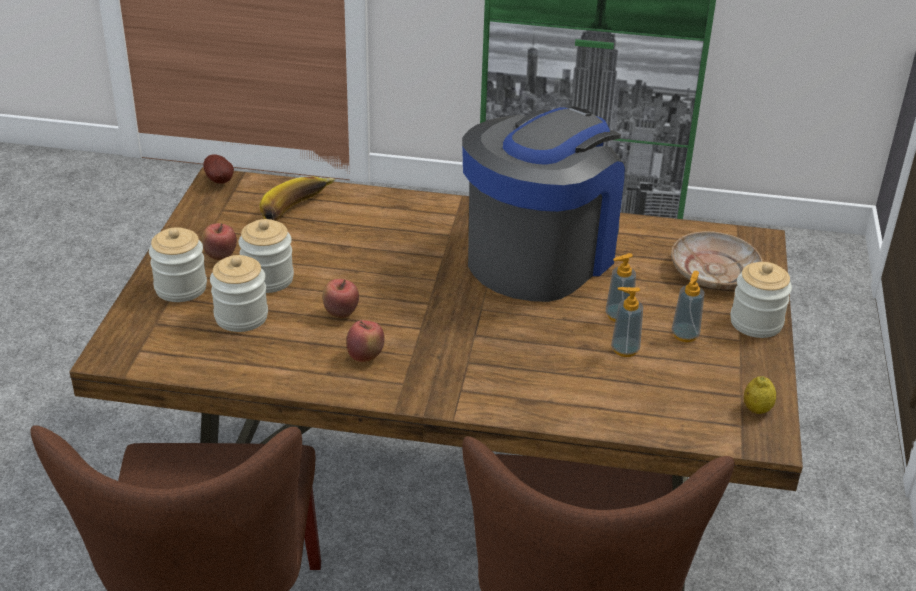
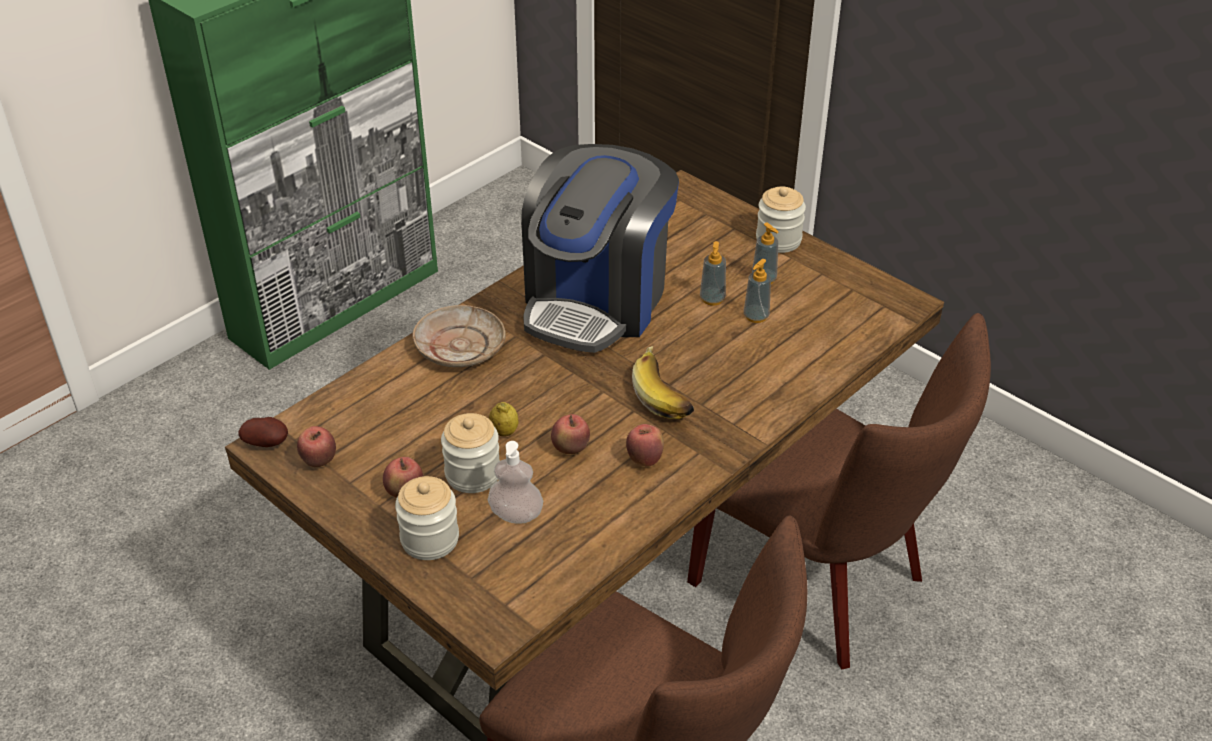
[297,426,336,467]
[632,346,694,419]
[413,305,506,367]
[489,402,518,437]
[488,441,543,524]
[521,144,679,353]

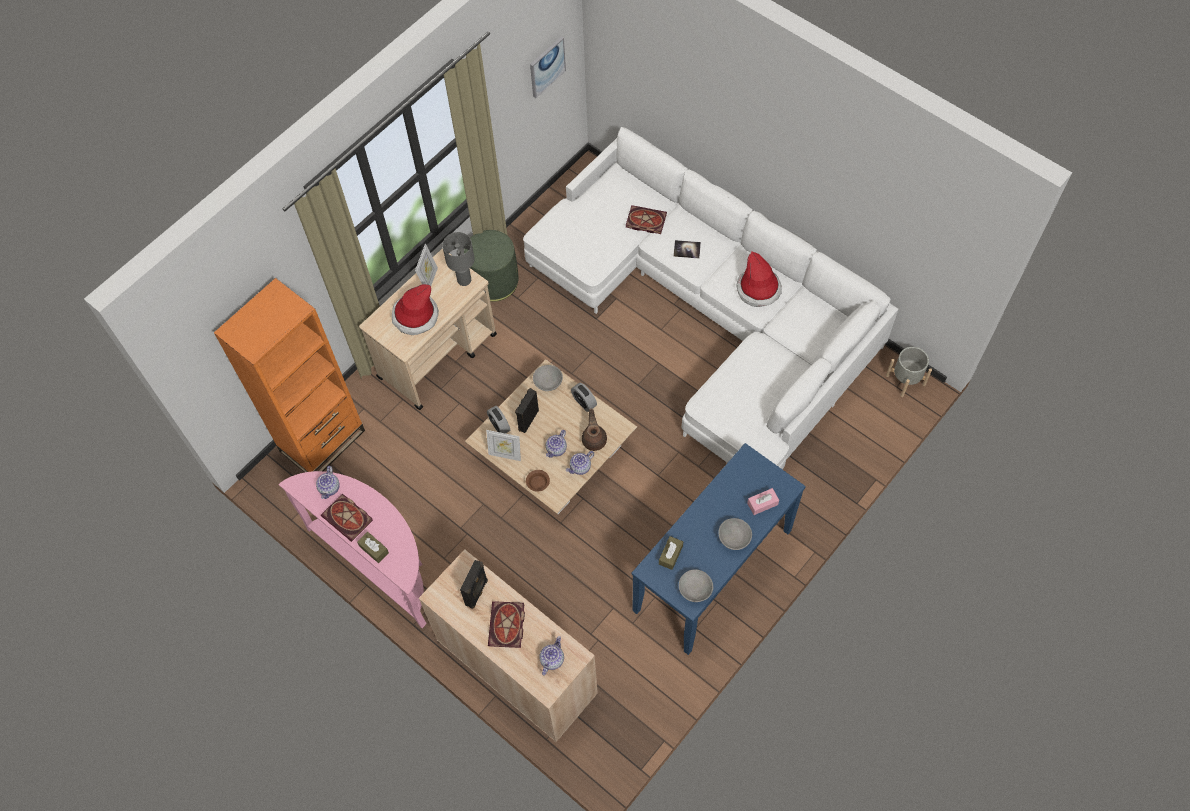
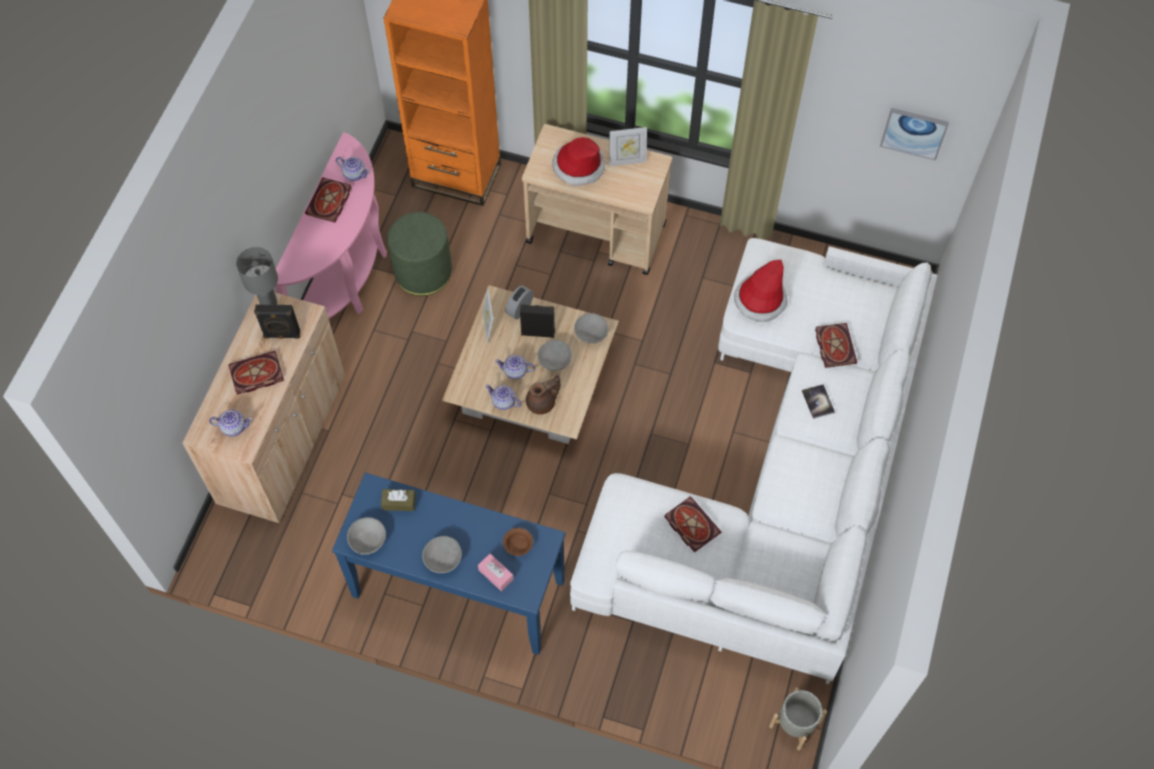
[357,532,389,563] (first image)
[571,382,597,412] (first image)
[537,340,572,371]
[665,496,721,553]
[236,247,278,305]
[388,212,452,296]
[503,528,533,556]
[734,260,788,322]
[336,157,370,181]

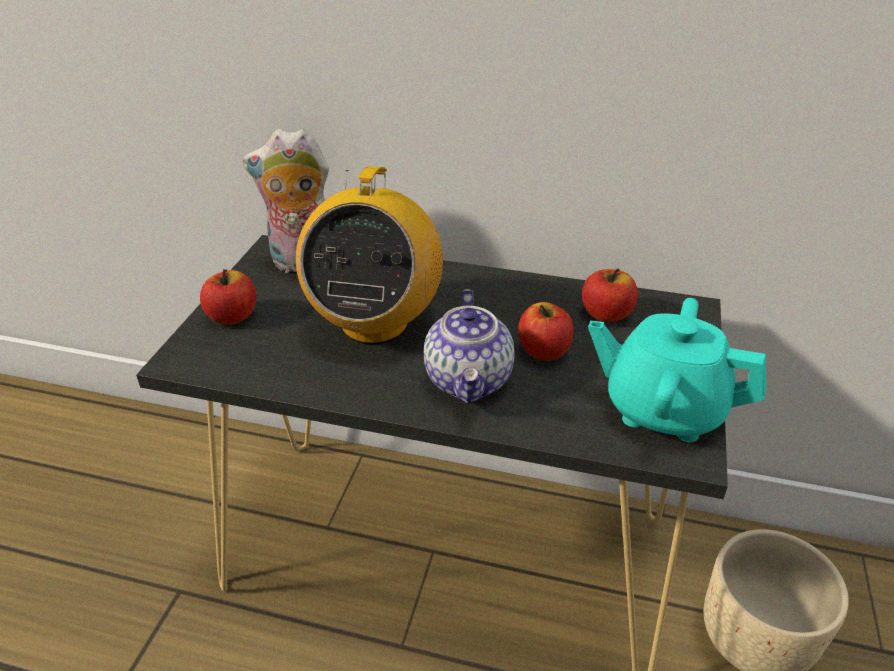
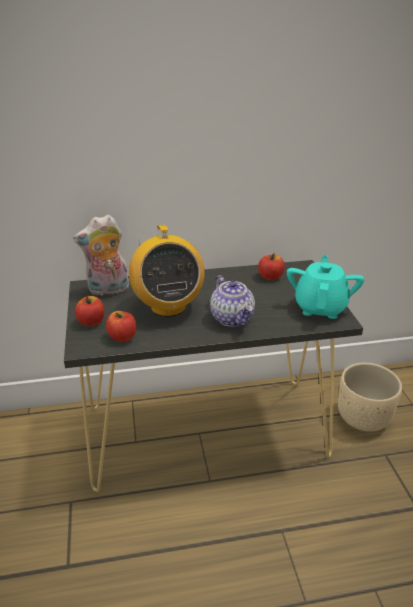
[106,311,136,342]
[287,255,364,319]

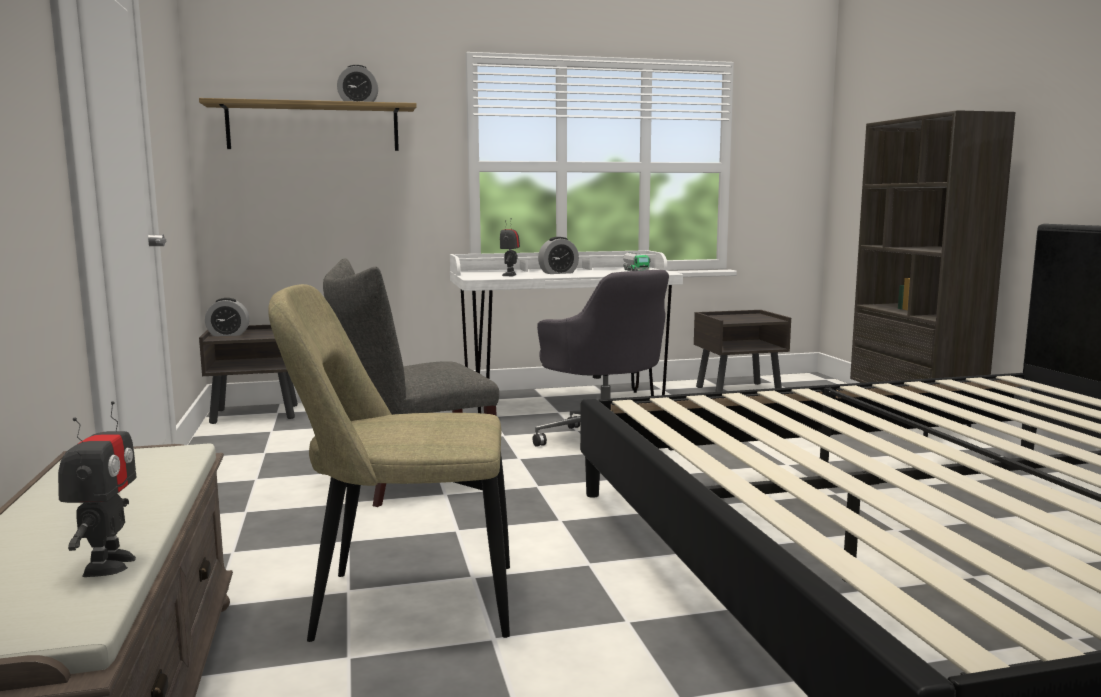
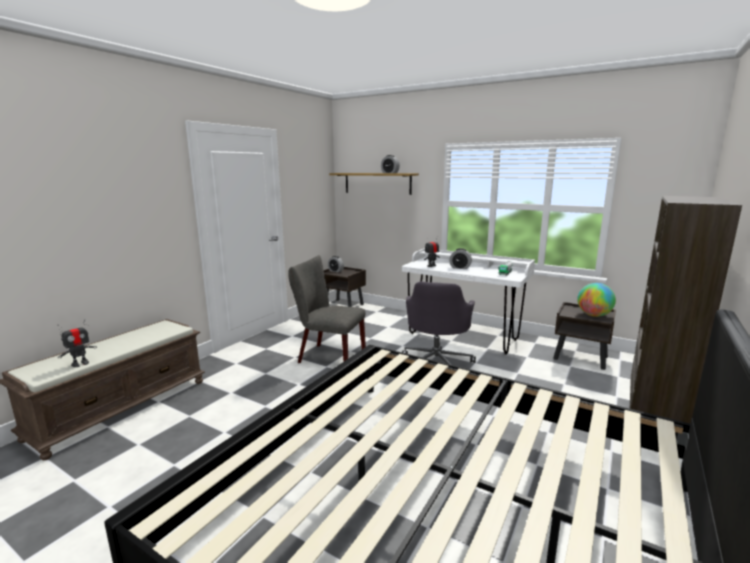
[268,284,510,642] (first image)
[577,283,616,317]

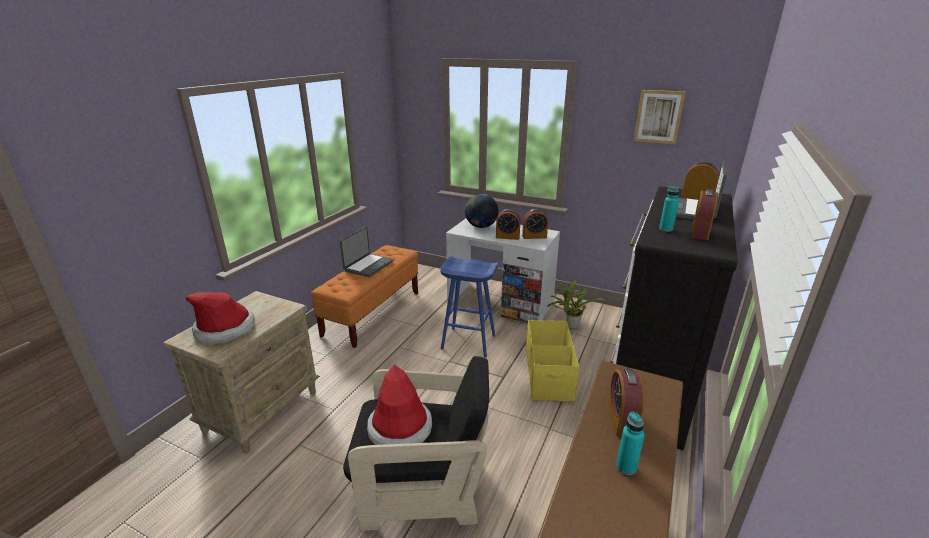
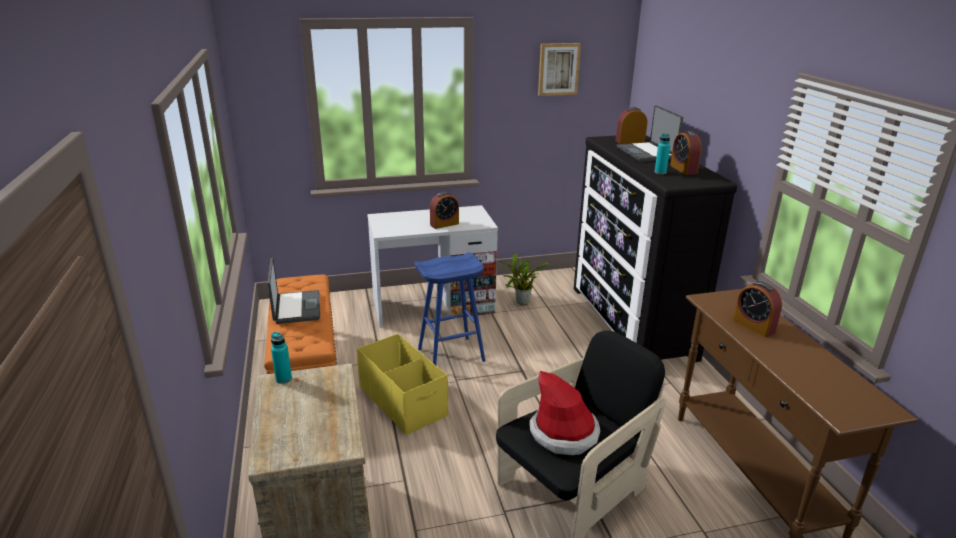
[186,292,255,344] (first image)
[465,194,499,228] (first image)
[522,209,548,239] (first image)
[357,334,448,435]
[271,332,292,384]

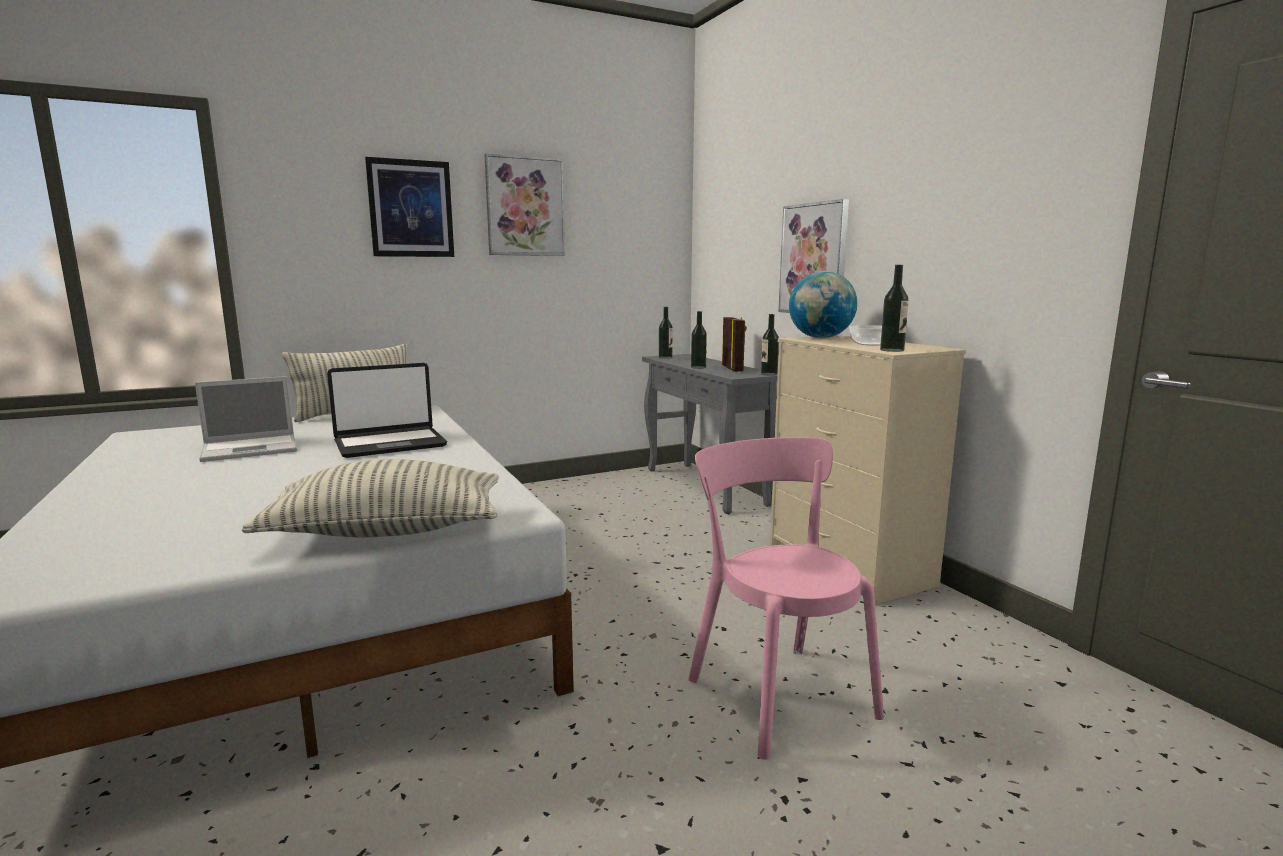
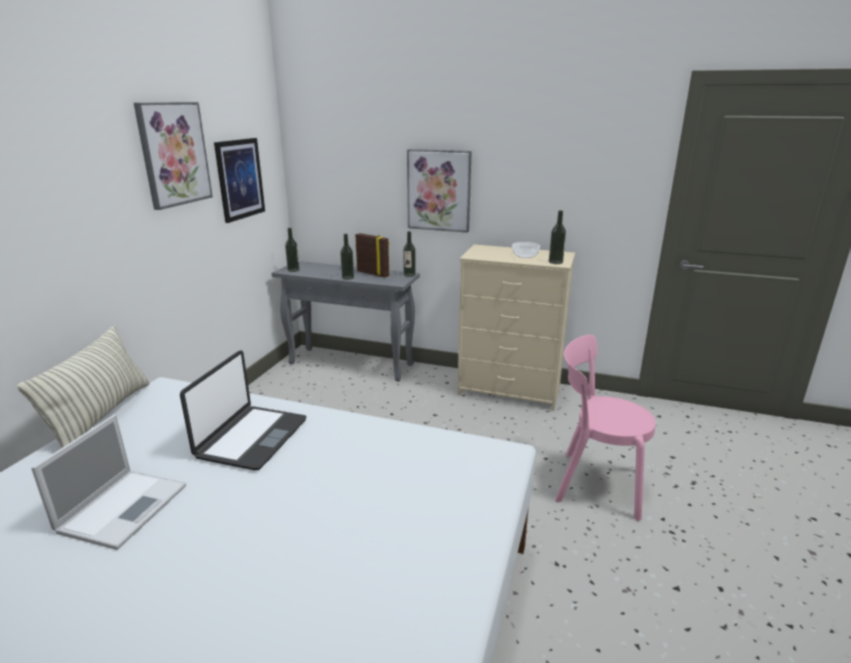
[242,459,499,537] (first image)
[789,271,857,338] (first image)
[214,138,265,223]

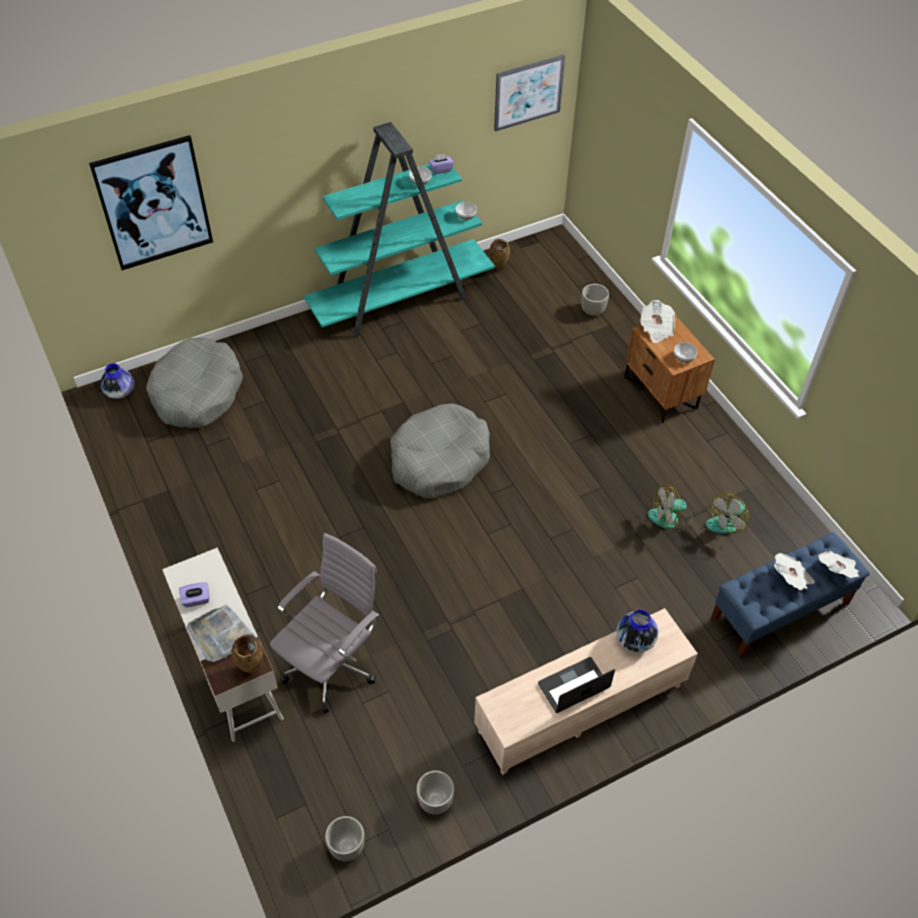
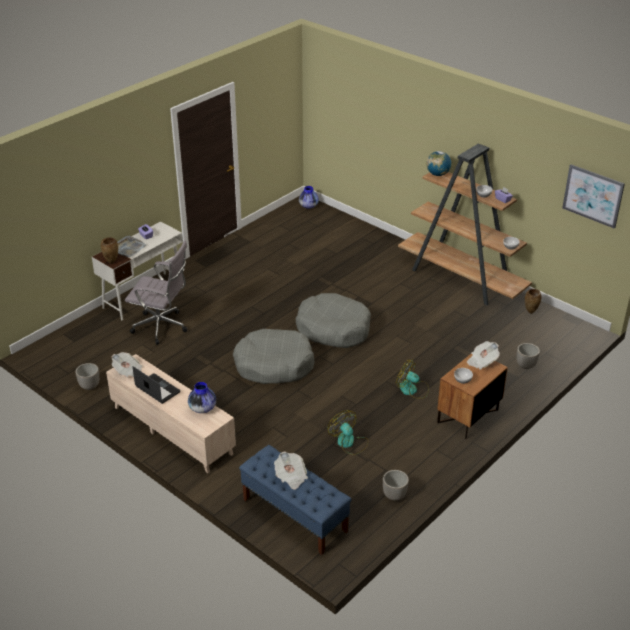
[89,135,213,270] (first image)
[426,151,451,176]
[233,329,315,384]
[383,470,409,500]
[396,360,429,399]
[112,352,142,377]
[398,144,532,306]

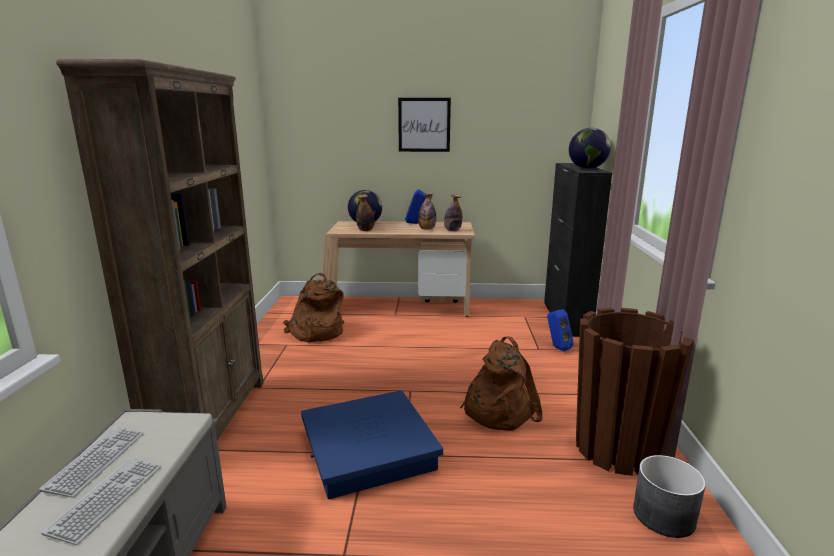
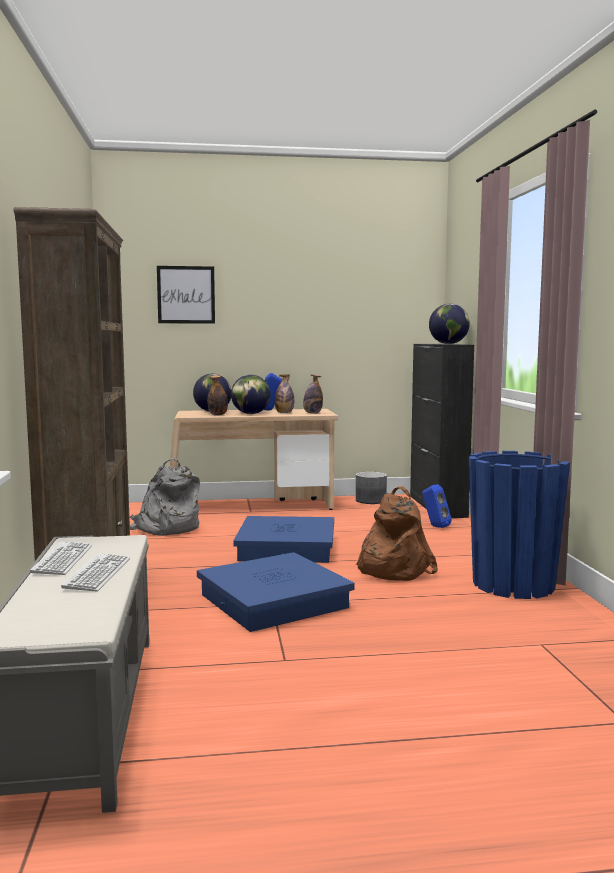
[231,375,271,414]
[233,516,334,563]
[157,266,215,324]
[356,472,387,504]
[130,458,200,536]
[469,451,570,599]

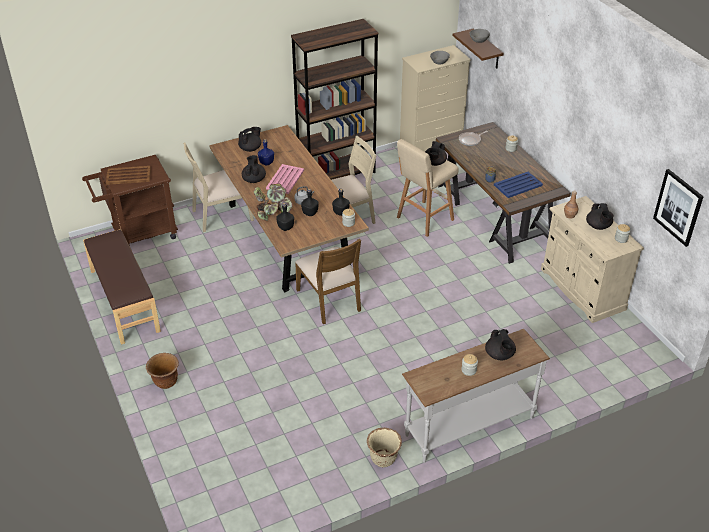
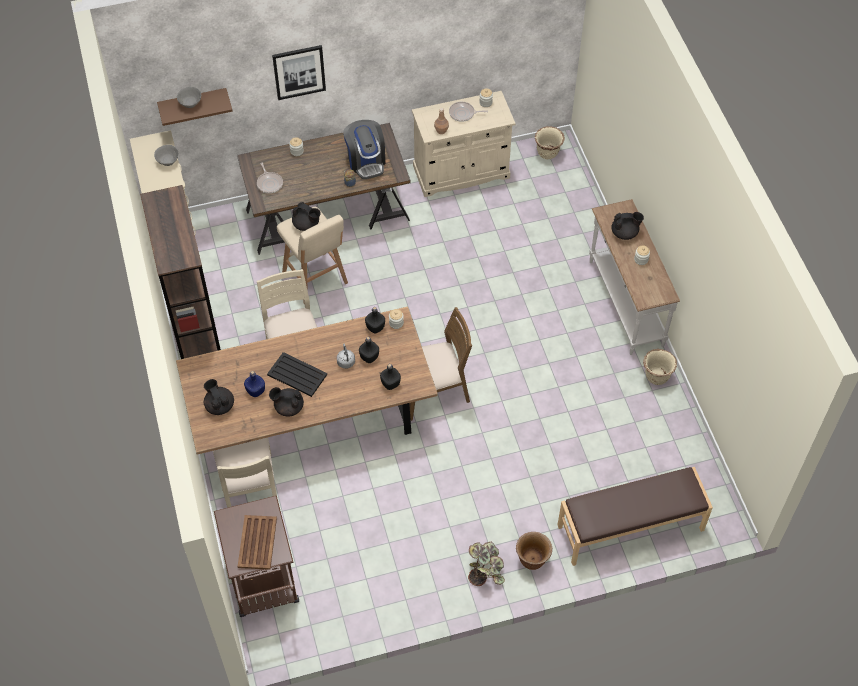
[535,126,565,159]
[558,467,713,566]
[468,542,505,586]
[272,45,326,100]
[343,120,385,179]
[449,102,488,122]
[267,352,327,397]

